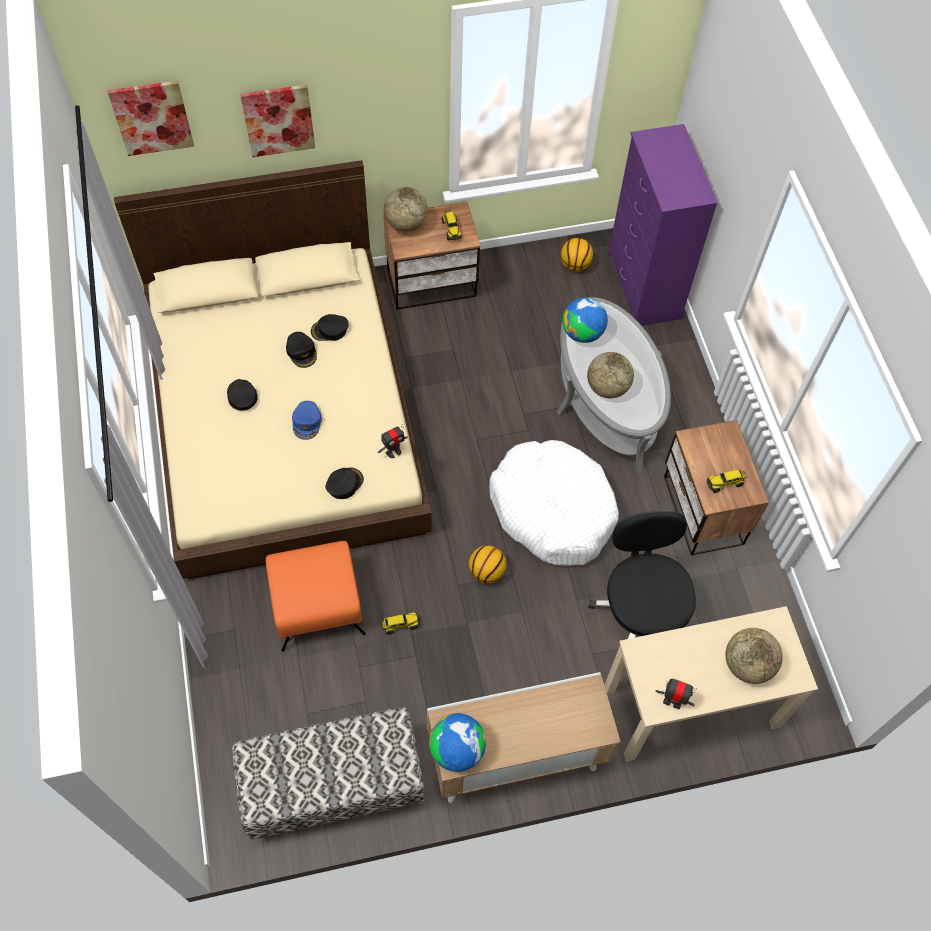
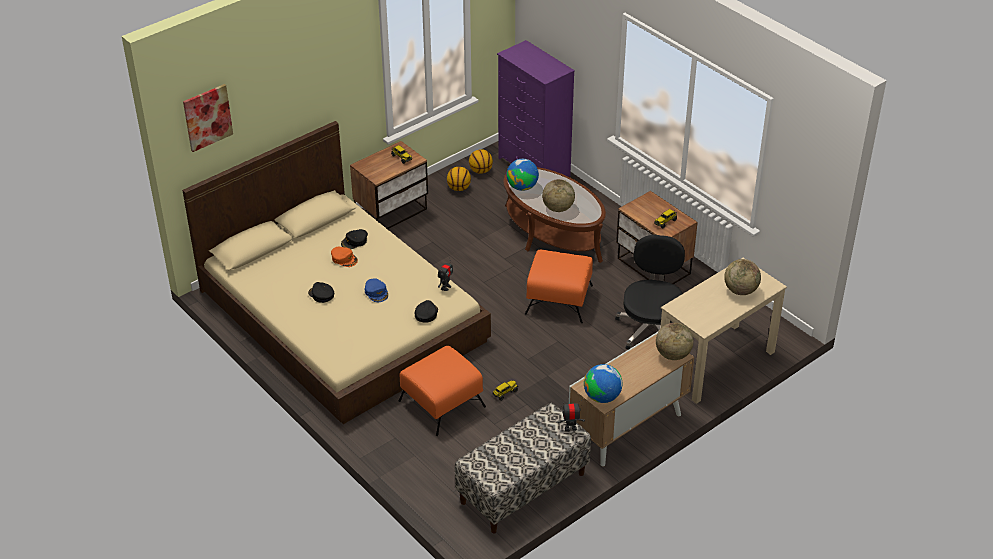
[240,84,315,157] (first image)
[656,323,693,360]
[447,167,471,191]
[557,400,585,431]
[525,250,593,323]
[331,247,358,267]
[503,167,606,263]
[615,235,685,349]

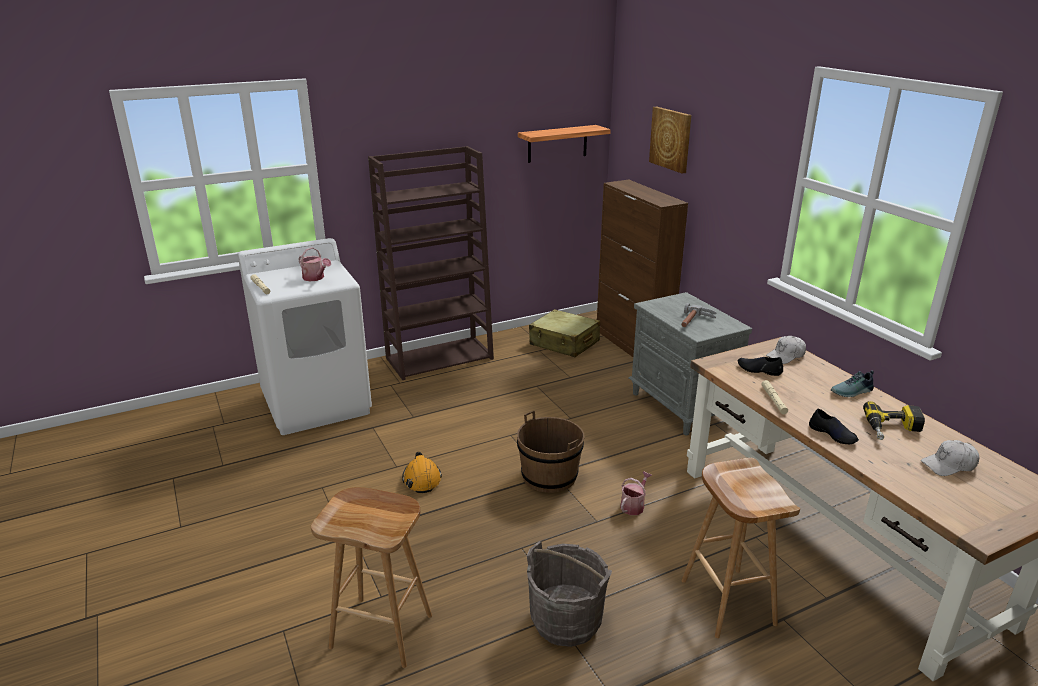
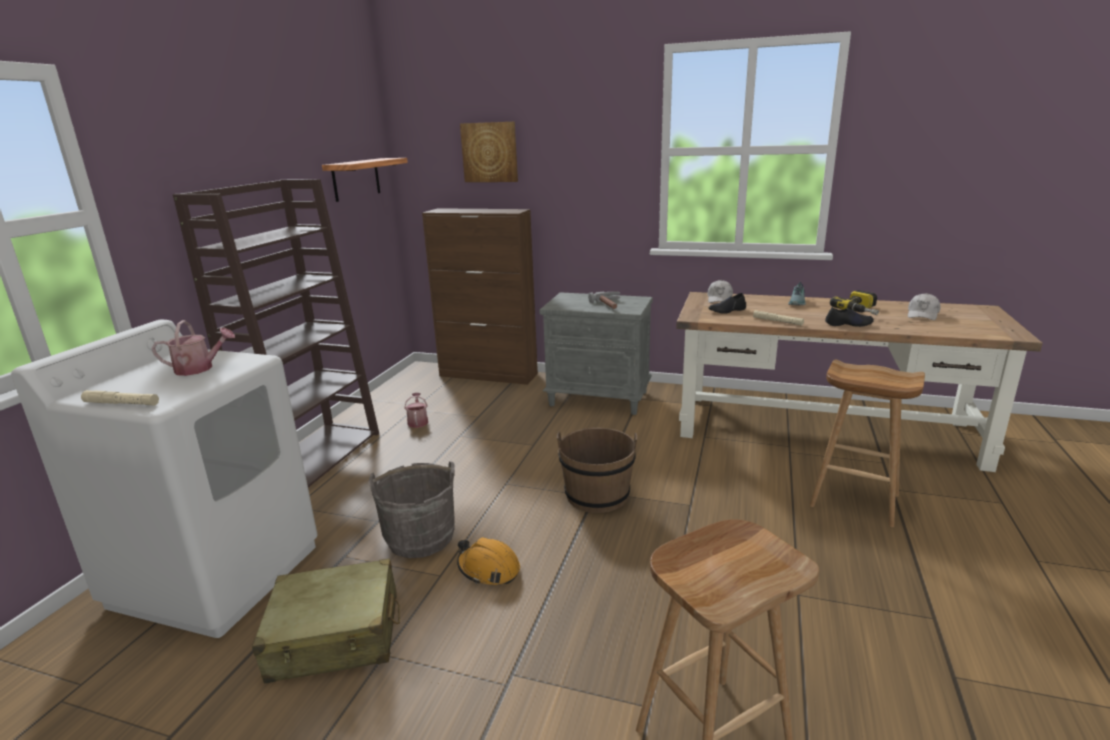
[369,461,455,558]
[252,559,400,683]
[404,393,428,428]

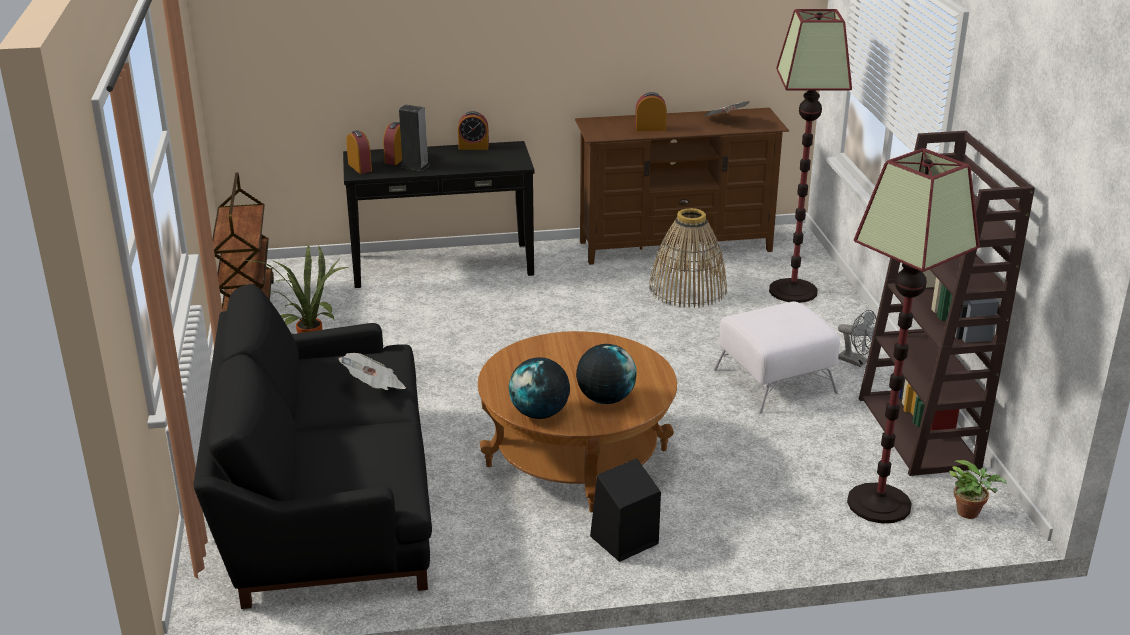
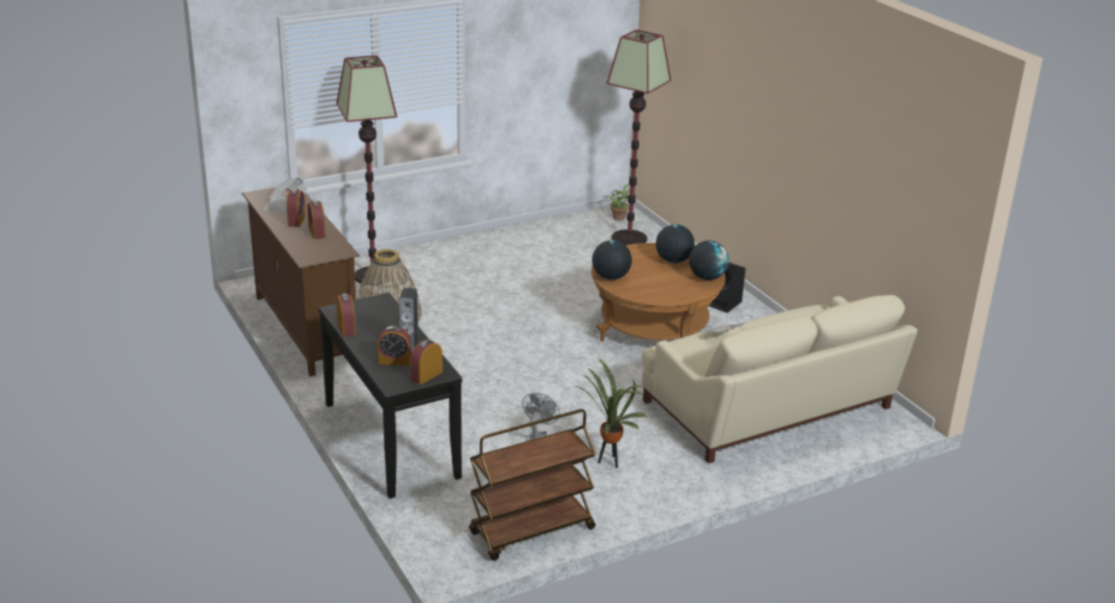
[713,301,840,414] (first image)
[859,131,1035,476] (first image)
[287,189,306,227]
[592,240,632,280]
[522,393,560,441]
[641,295,918,463]

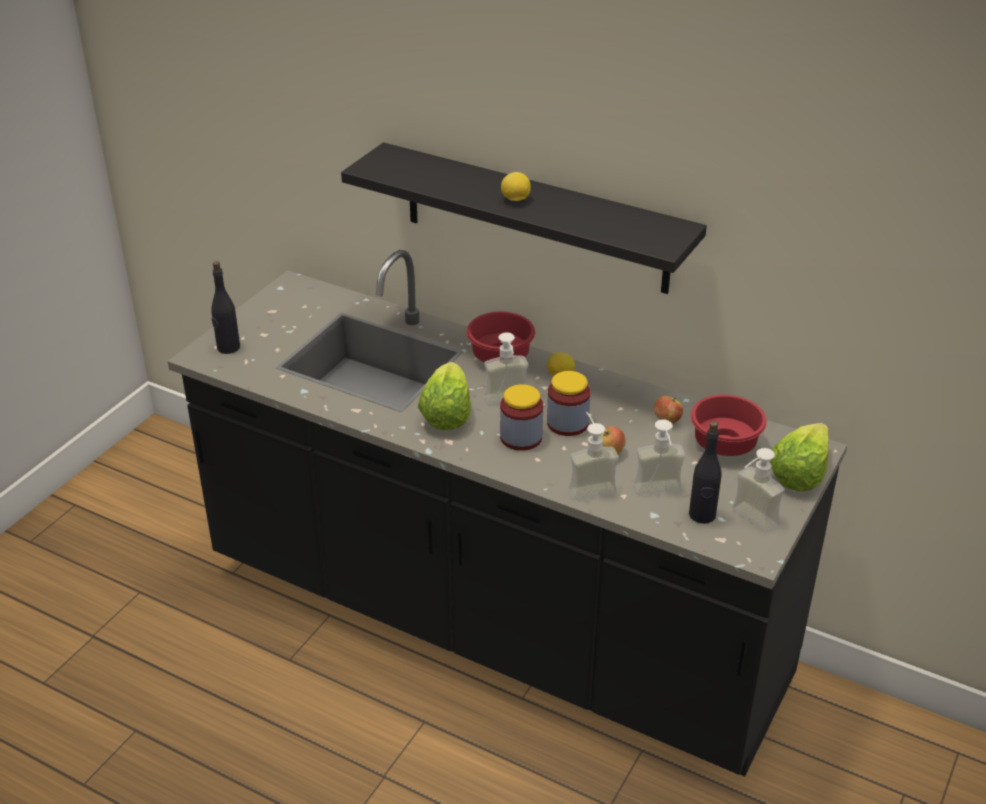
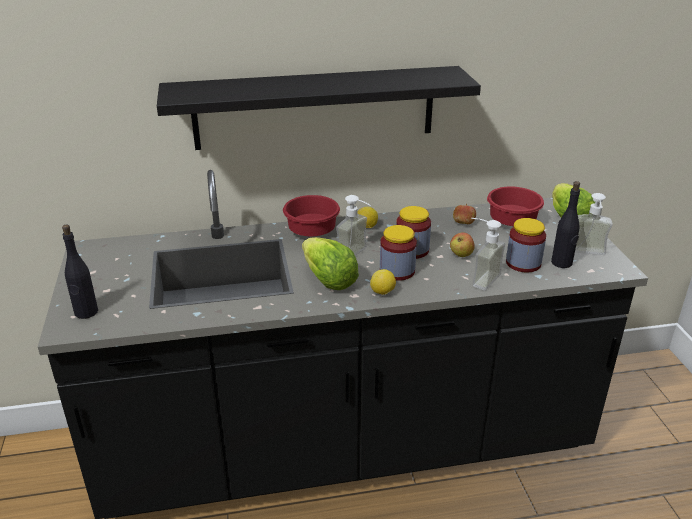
[370,269,396,295]
[506,218,546,272]

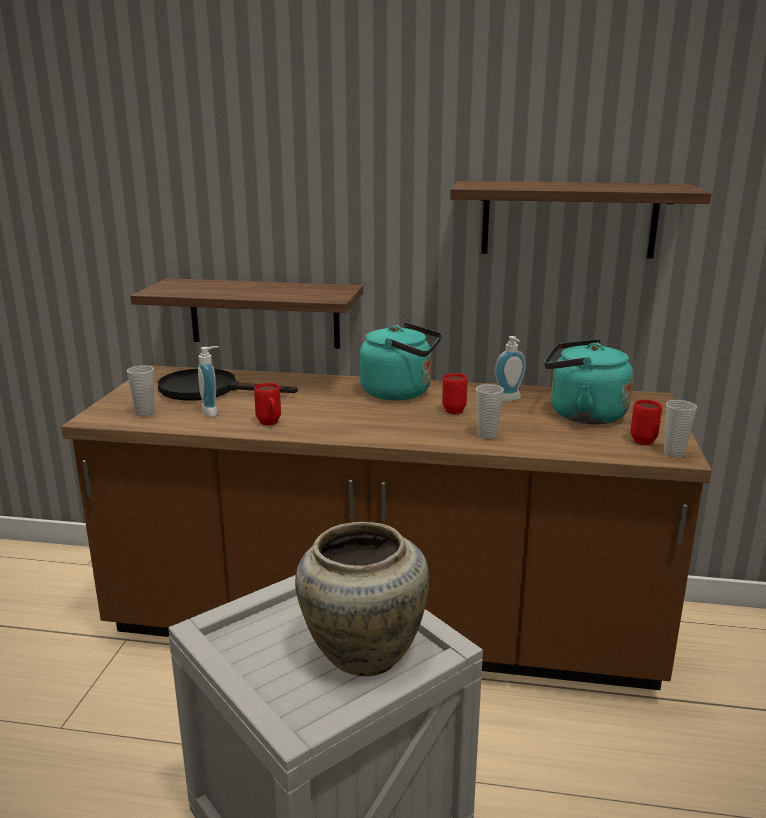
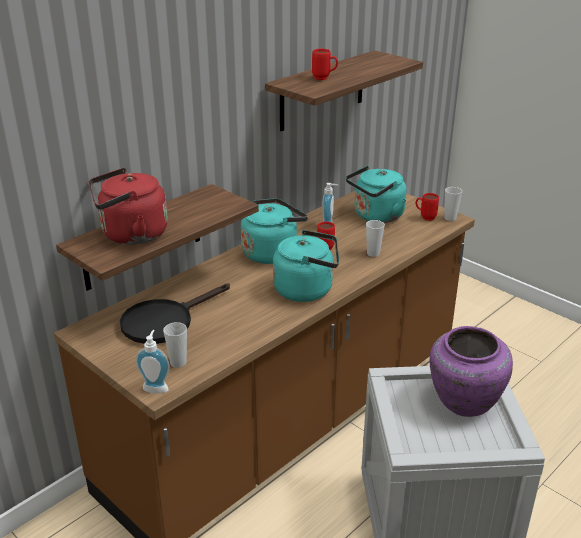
[88,168,168,245]
[273,230,339,302]
[136,330,170,394]
[312,49,338,80]
[429,326,513,417]

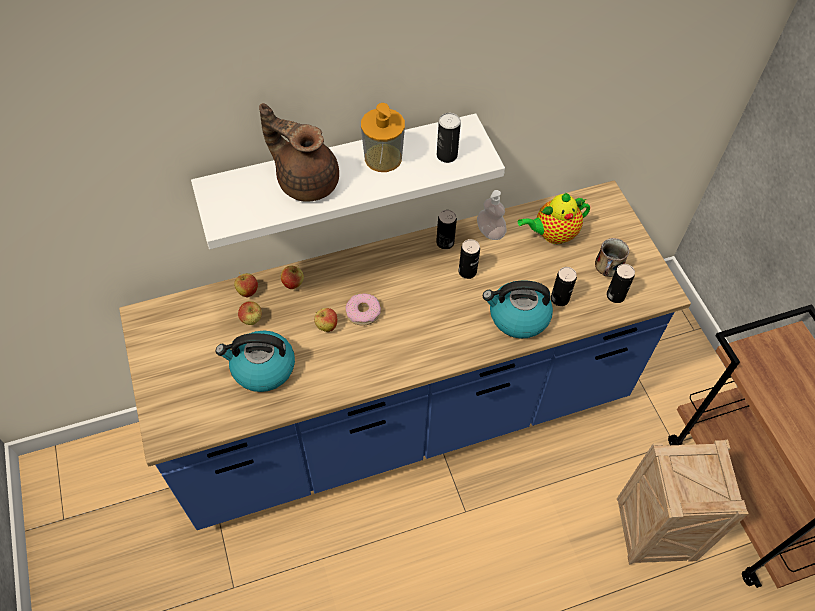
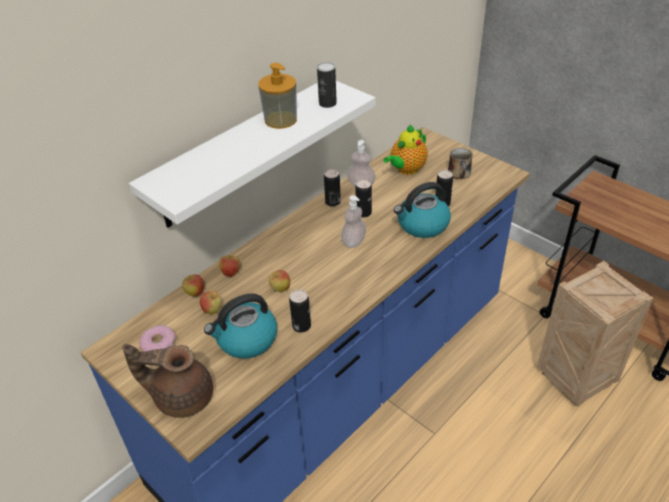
[341,195,366,248]
[122,344,213,418]
[139,325,176,352]
[289,289,311,332]

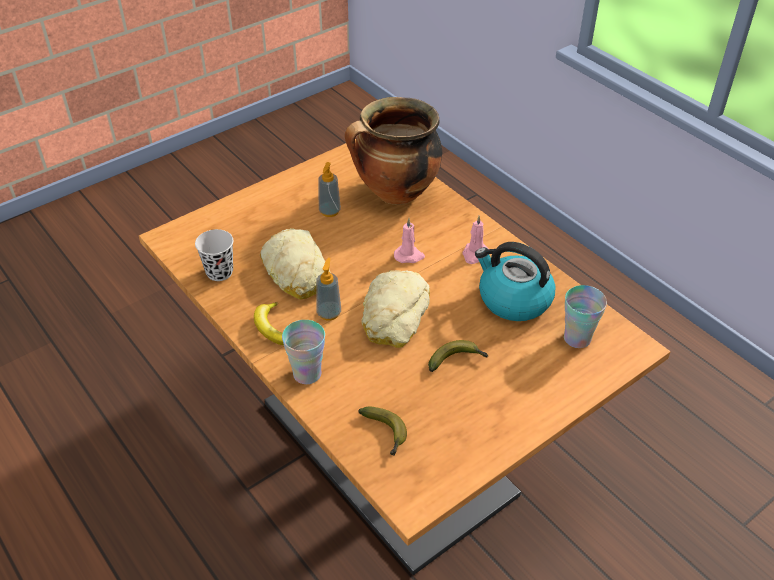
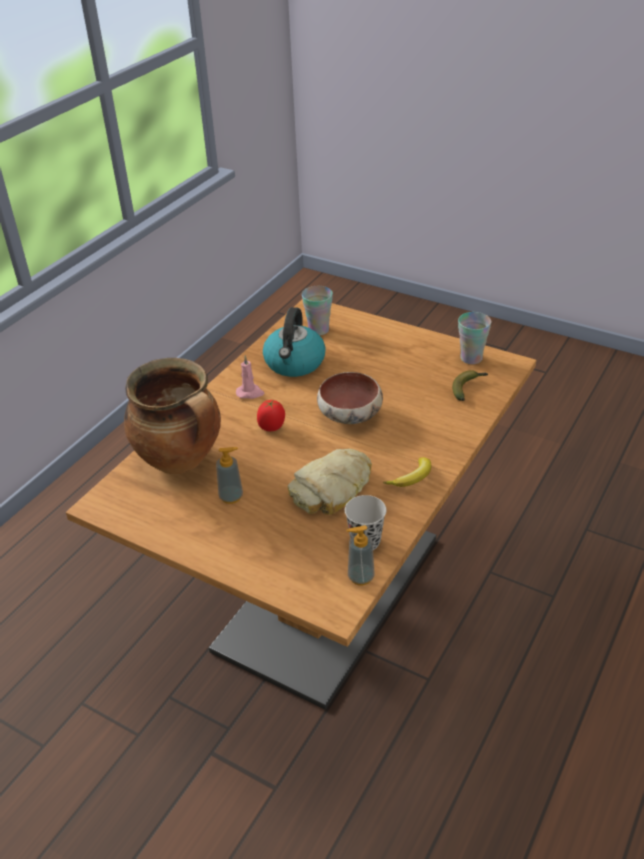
[428,340,488,372] (first image)
[458,312,491,364]
[346,525,375,585]
[317,372,383,424]
[257,400,285,431]

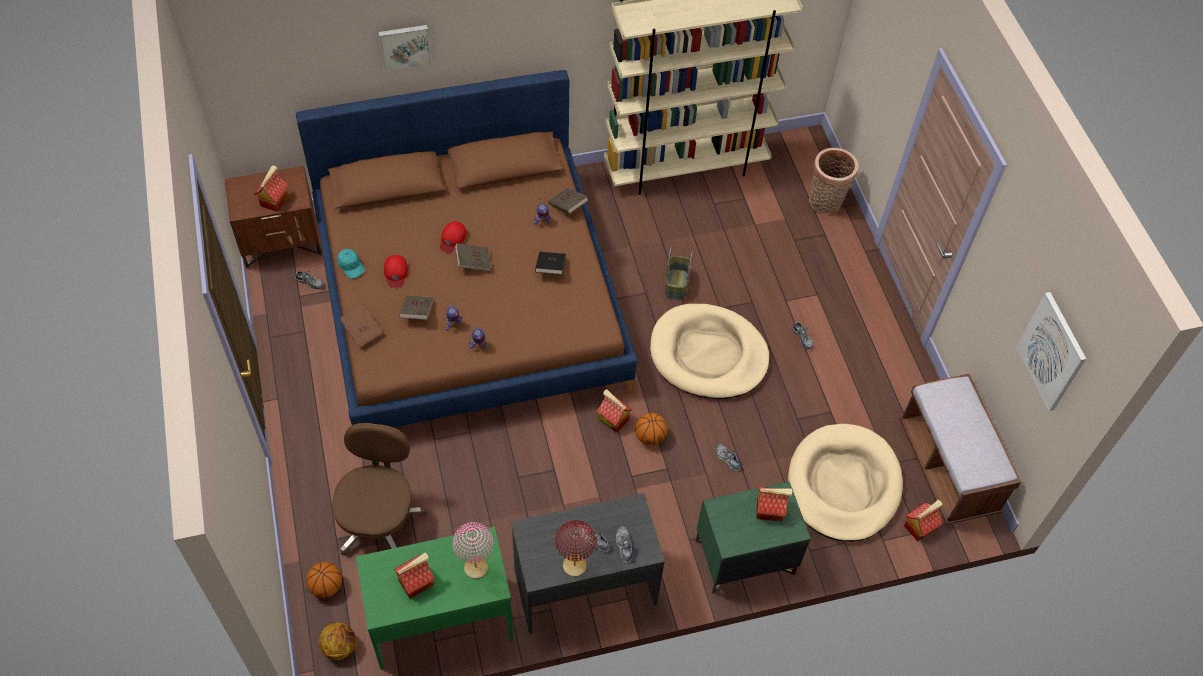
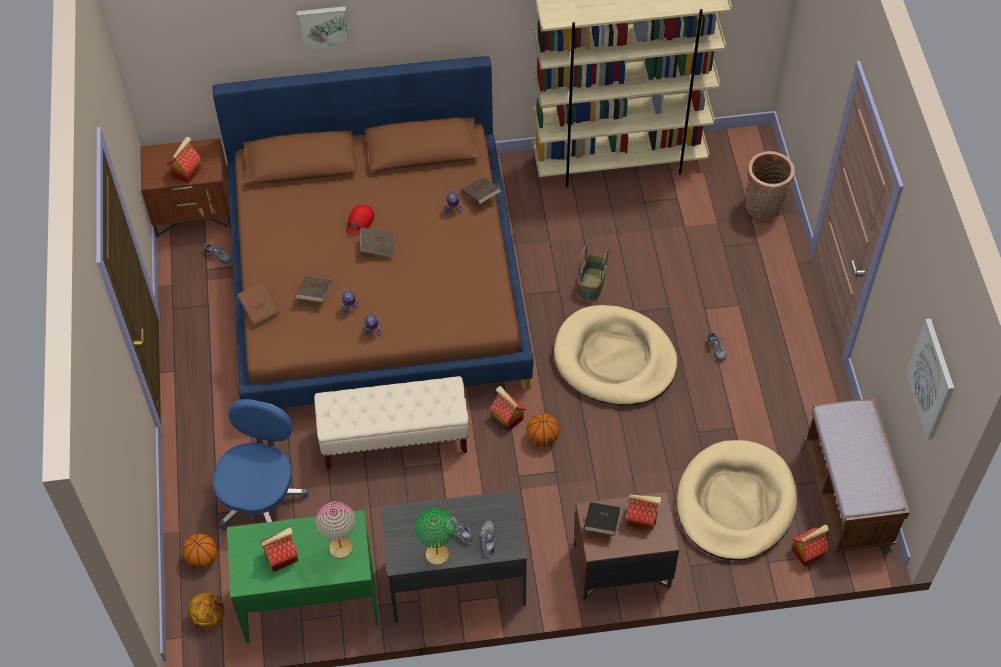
[337,249,365,279] (first image)
[384,255,408,288] (first image)
[716,444,740,471] (first image)
[314,376,469,470]
[584,502,620,536]
[213,399,309,530]
[415,508,455,565]
[574,492,679,600]

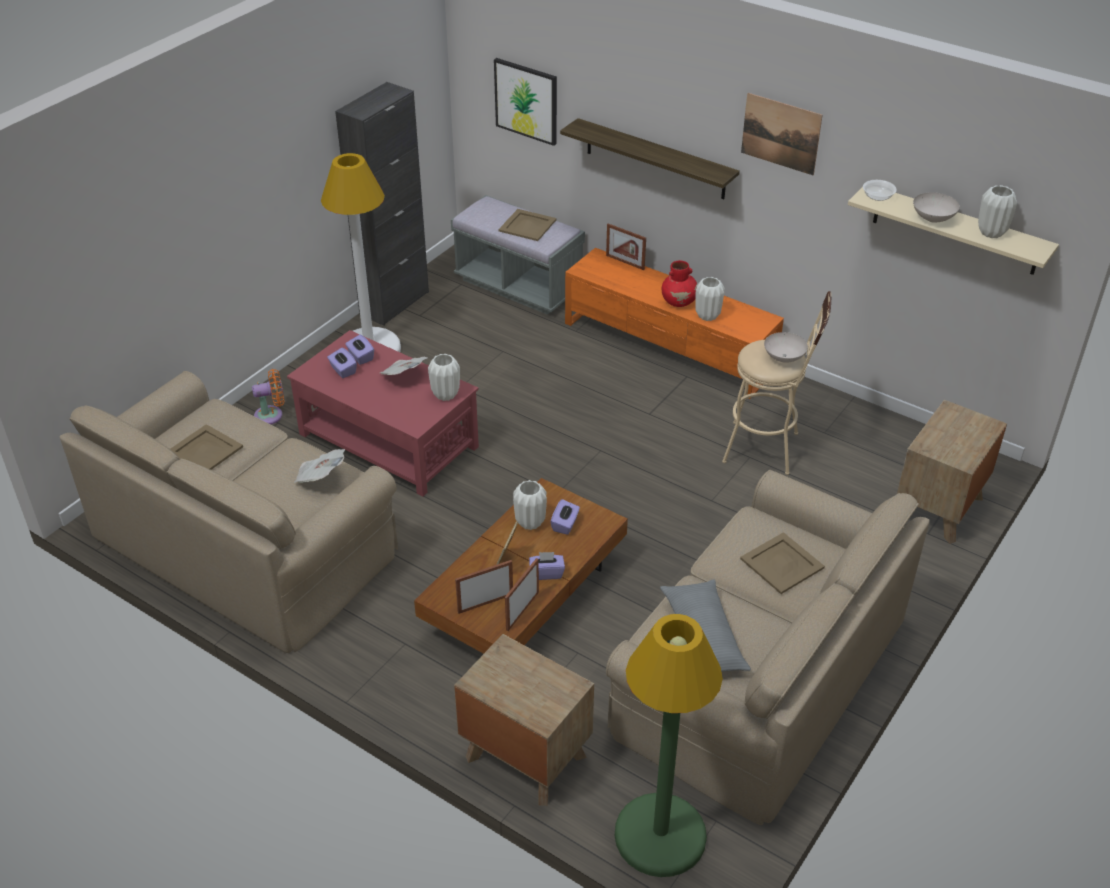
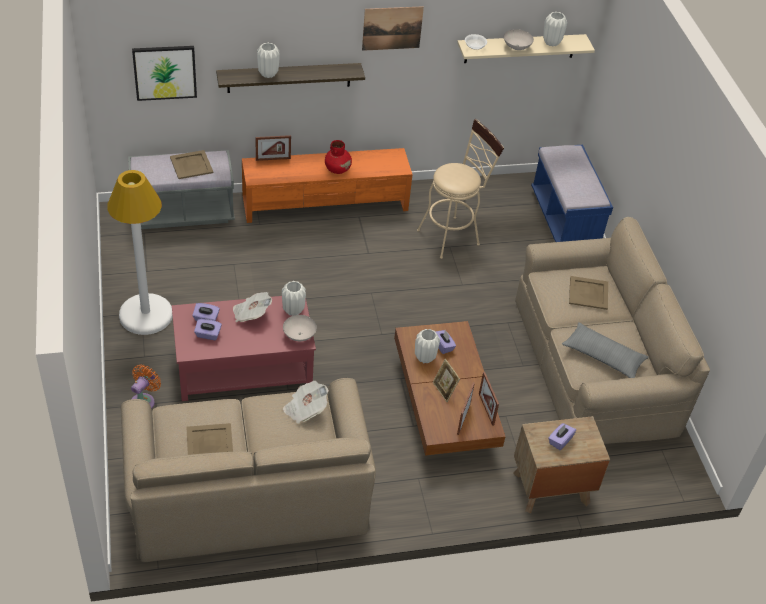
[335,82,429,326] (first image)
[615,614,723,877] (first image)
[548,423,576,450]
[257,42,280,78]
[283,315,317,341]
[531,145,613,242]

